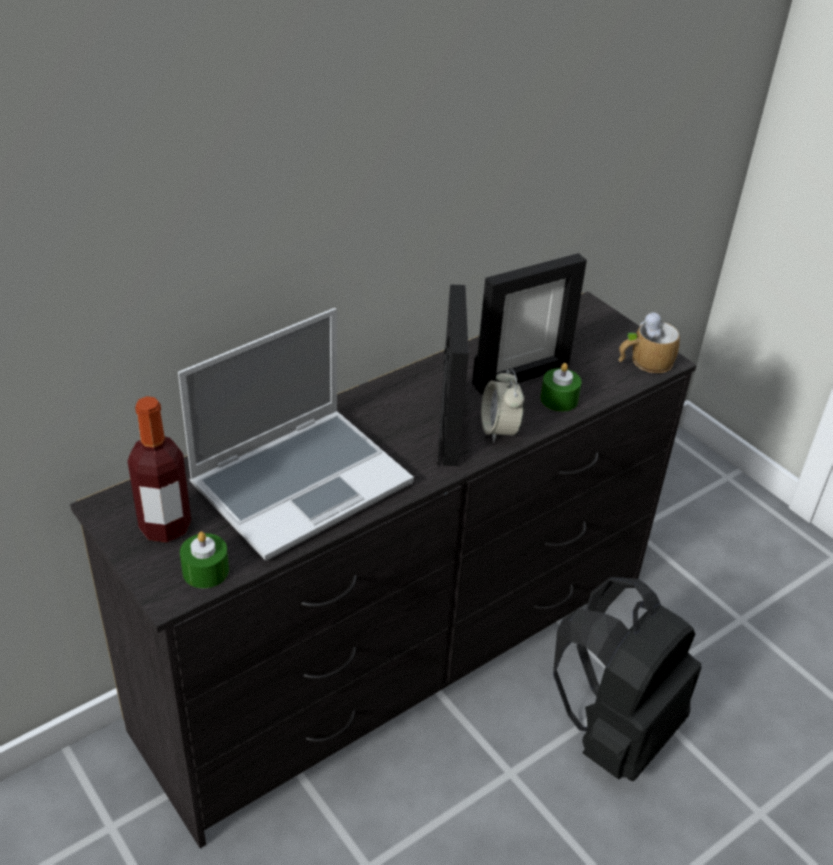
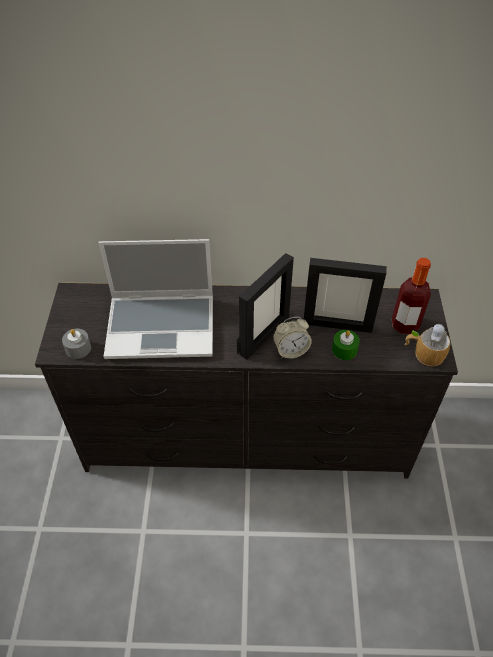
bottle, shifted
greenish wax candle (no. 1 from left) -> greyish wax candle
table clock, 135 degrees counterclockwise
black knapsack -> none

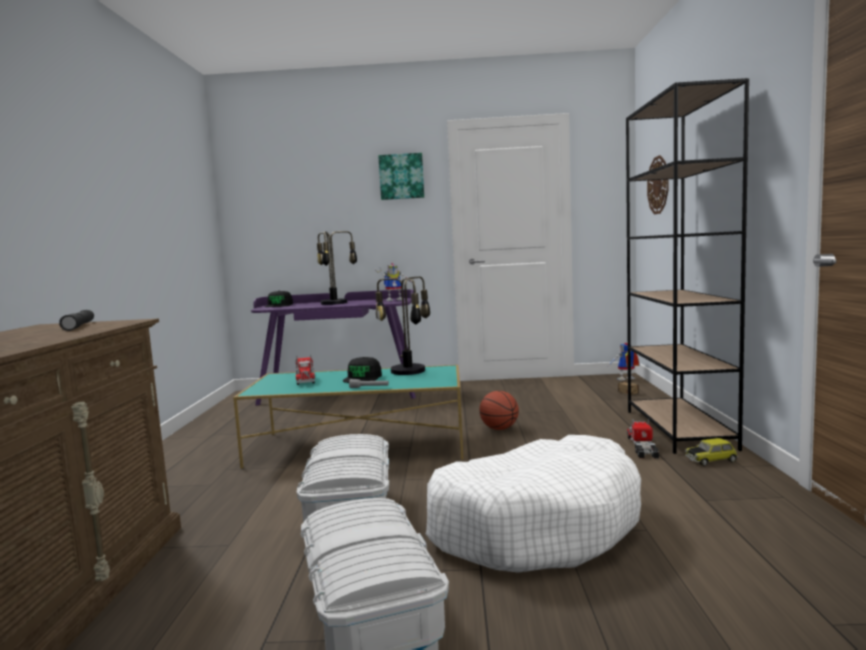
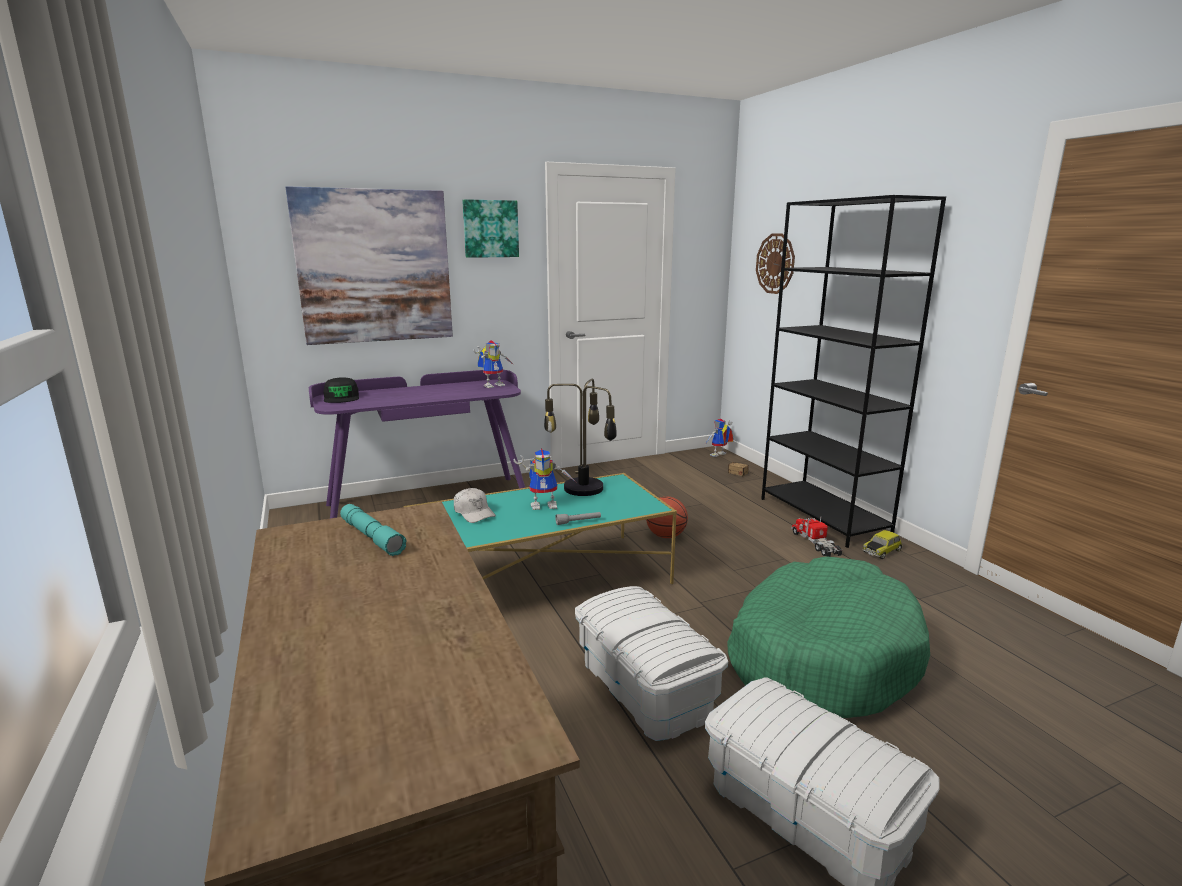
greyish torch (no. 1 from left) -> blue-green torch
toy truck (no. 1 from left) -> whitish baseball cap
tabletop lamp (no. 1 from left) -> none
black baseball cap (no. 2 from left) -> robot figure (no. 2 from left)
whitish dog cushion -> greenish dog cushion
sand-coloured shelving unit -> black shelving unit
none -> wall picture (no. 1 from left)

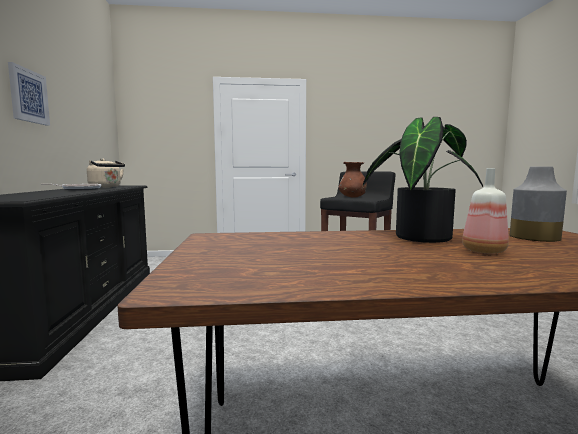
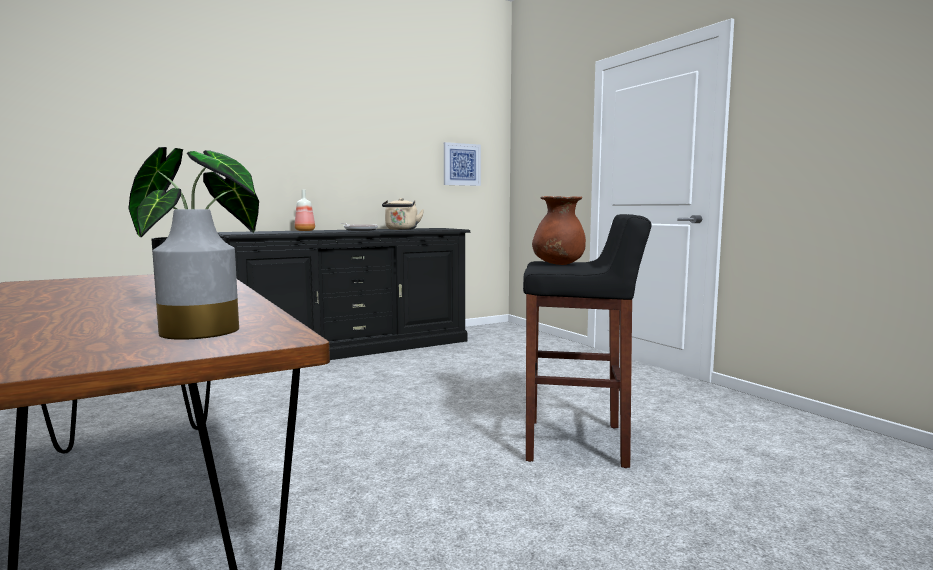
wall picture, shifted
bottle, shifted

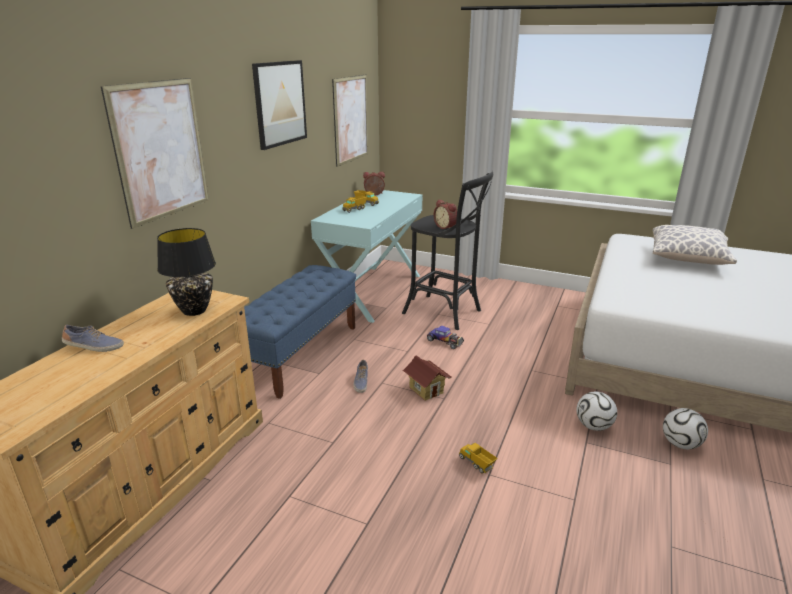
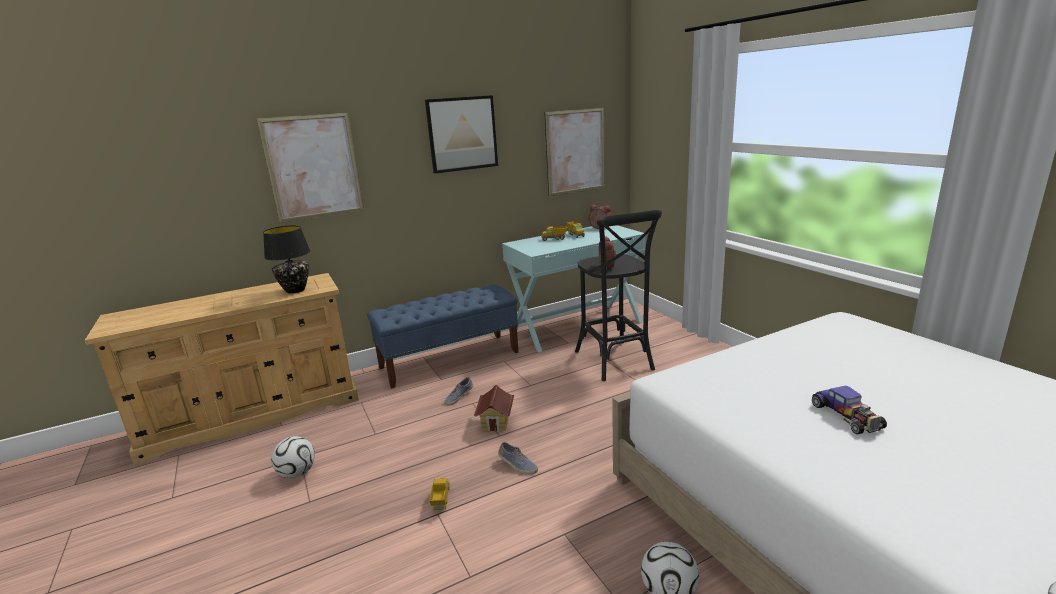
item of footwear (no. 1 from left in the first image) -> item of footwear (no. 2 from left), shifted
toy car, shifted
ball for football (no. 1 from left), shifted
cushion -> none

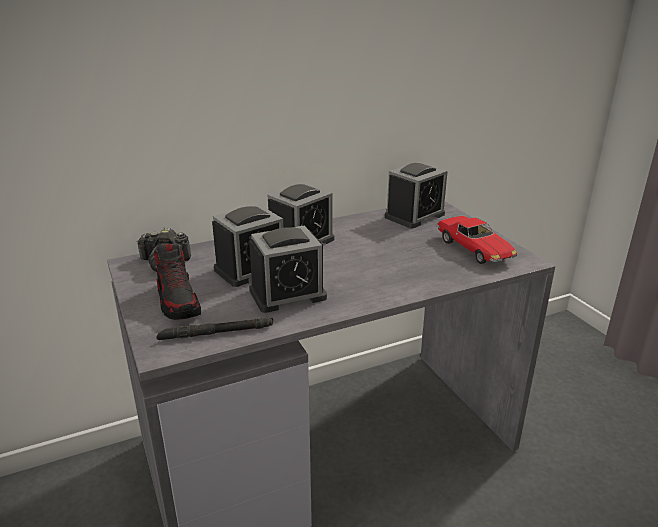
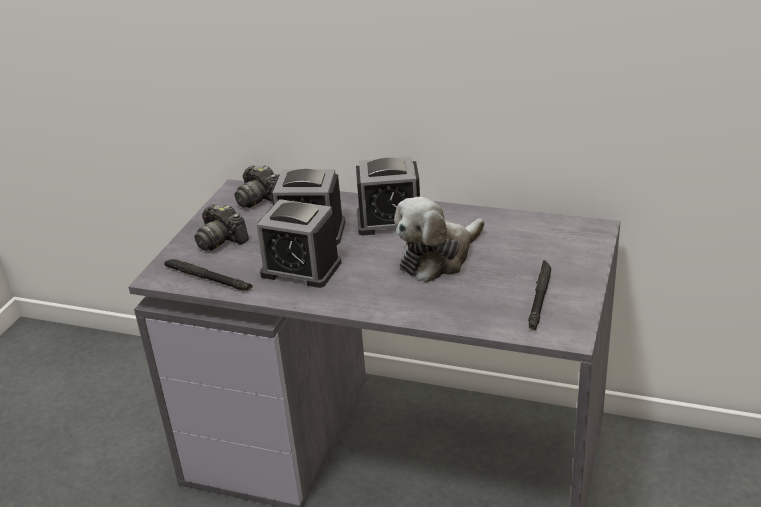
item of footwear -> photo camera (no. 1 from left)
table clock (no. 4 from left) -> none
toy car -> black torch (no. 2 from left)
none -> cuddly toy

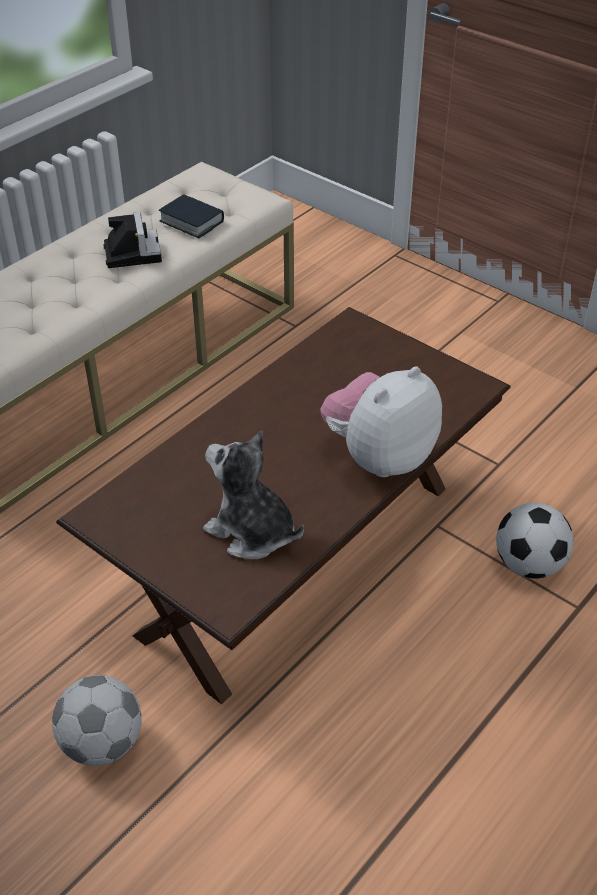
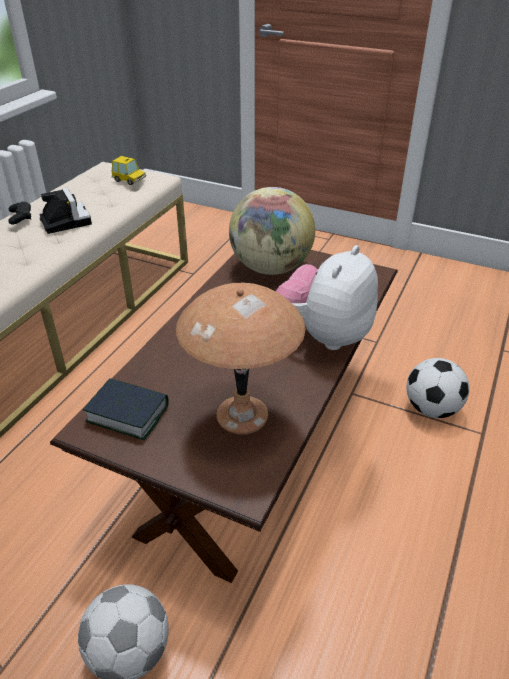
bound book, shifted
cuddly toy (no. 1 from left) -> brown-coloured tabletop lamp
none -> black gamepad
none -> toy car
none -> globe

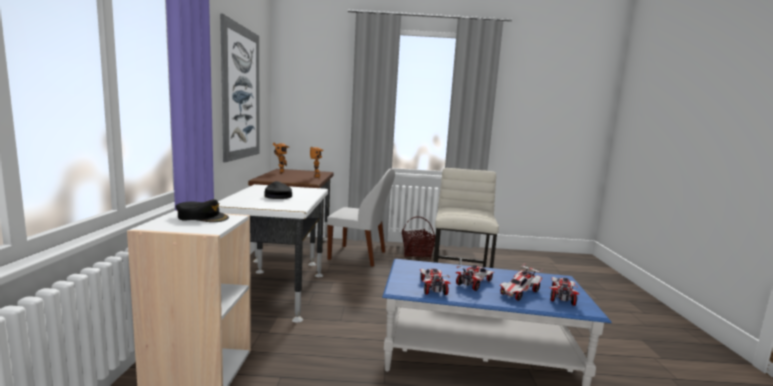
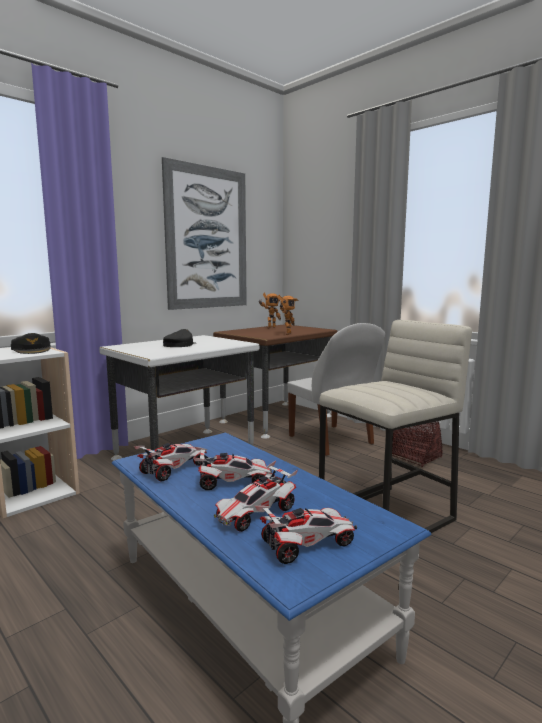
toy car (no. 3 from left), 45 degrees counterclockwise

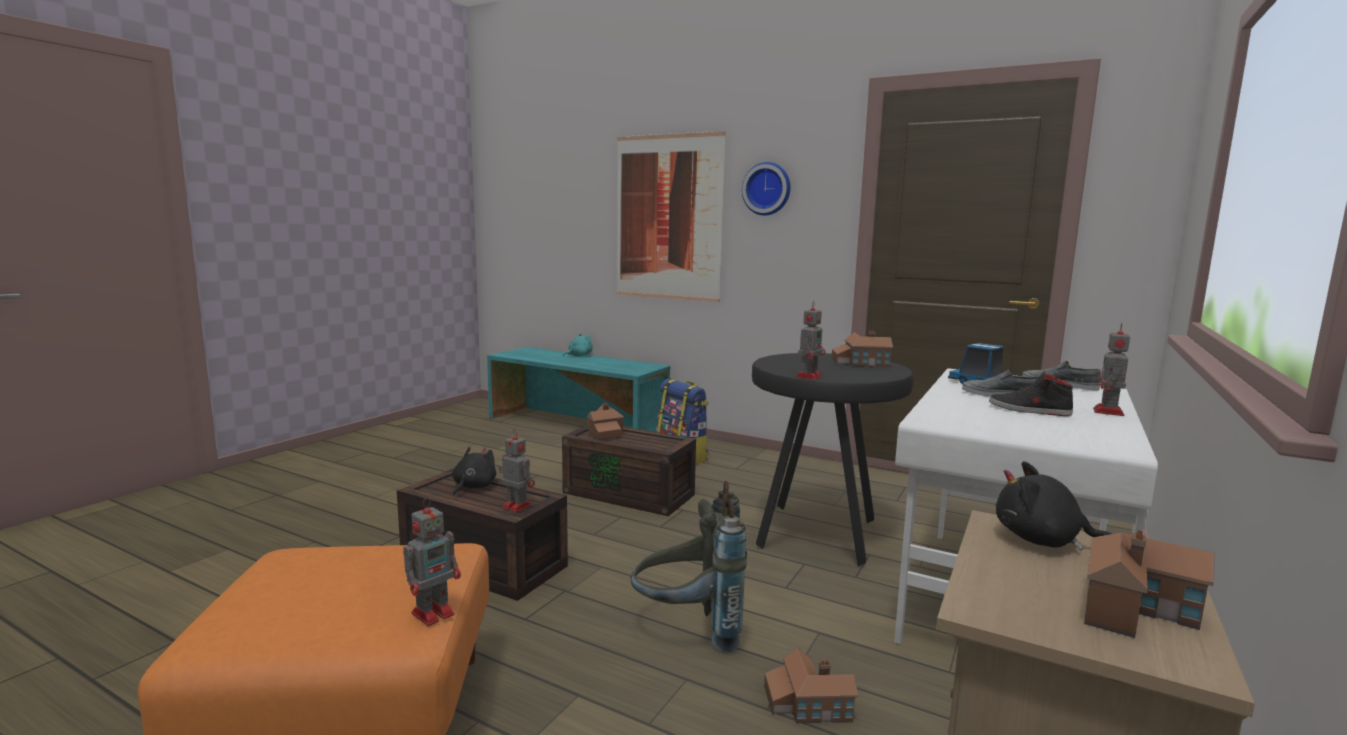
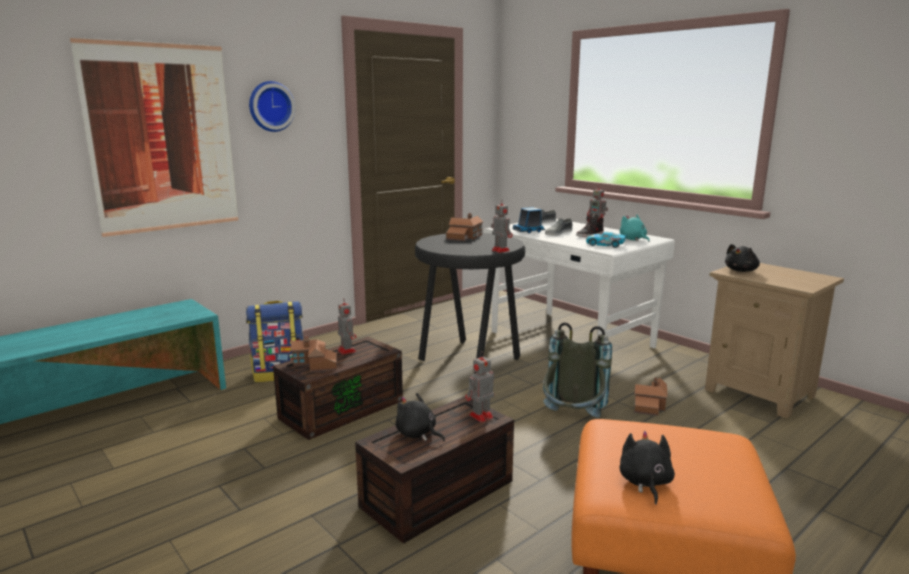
robot figure (no. 1 from left), shifted
blue-green cuddly toy, shifted
miniature house (no. 4 from left) -> none
none -> toy car
none -> black cuddly toy (no. 2 from left)

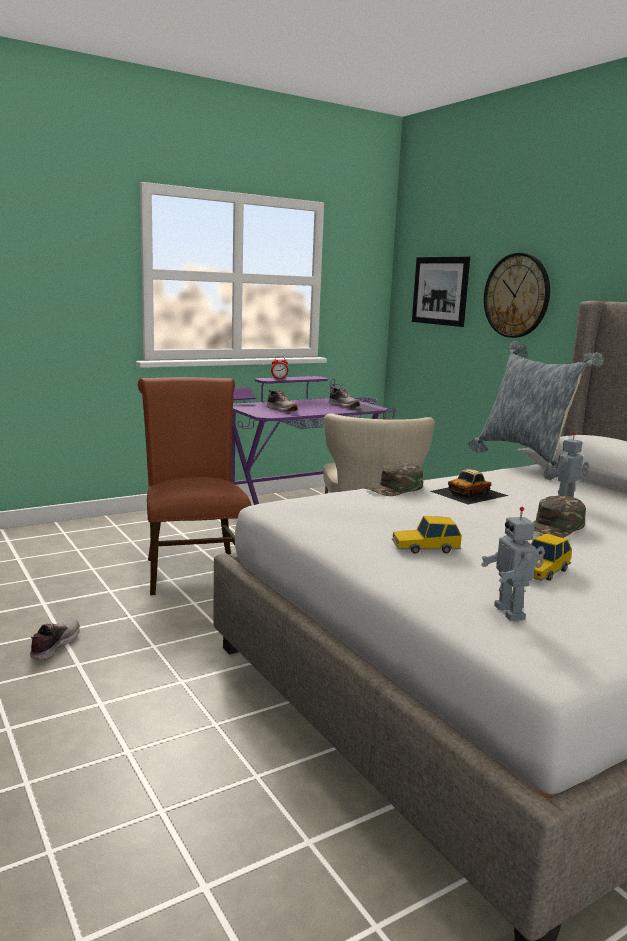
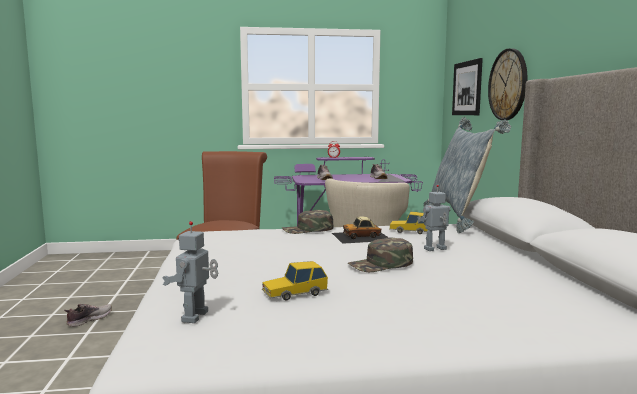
toy car (no. 1 from left in the first image) -> toy car (no. 3 from left), shifted

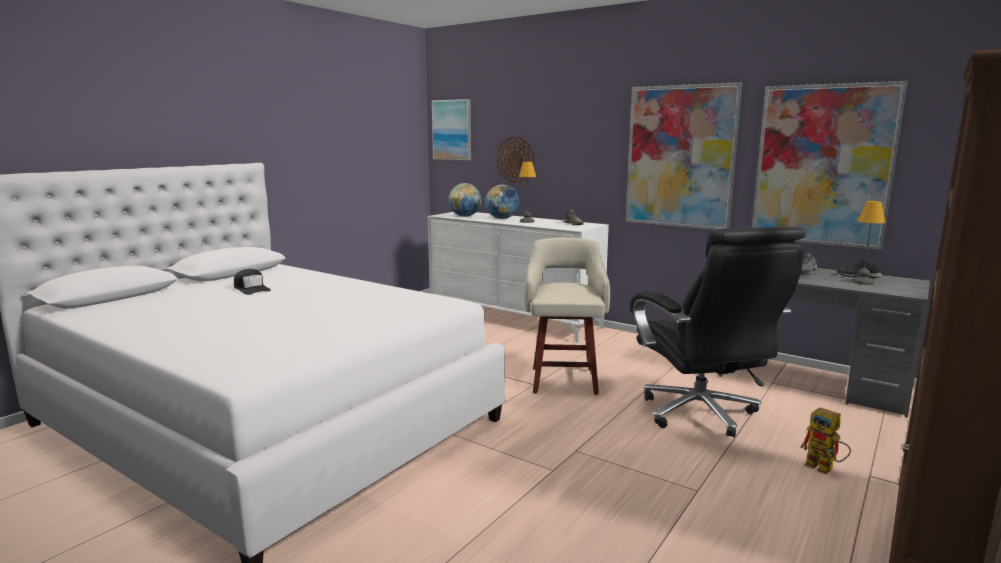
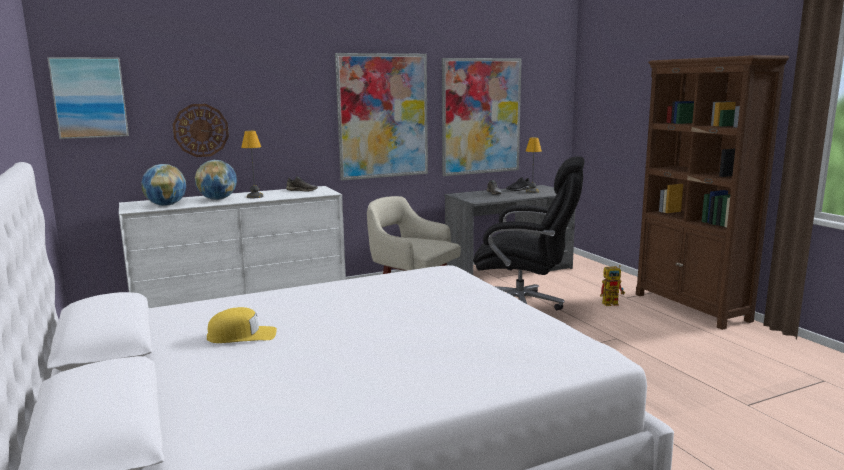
black baseball cap -> yellow-coloured baseball cap

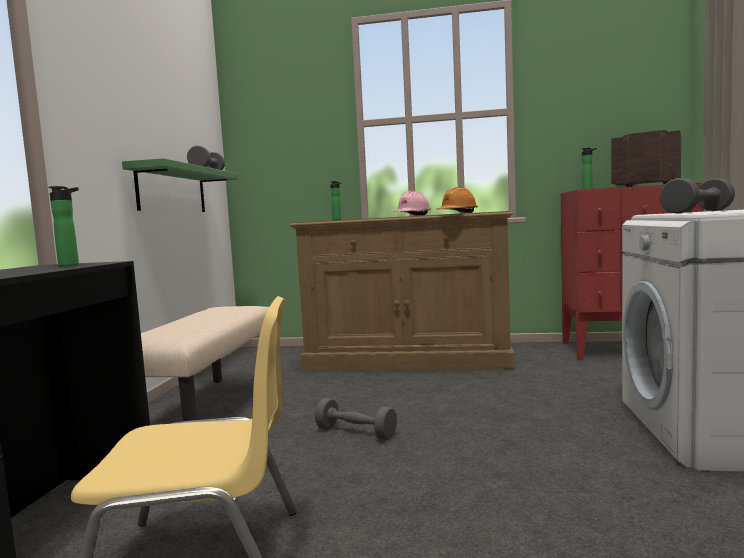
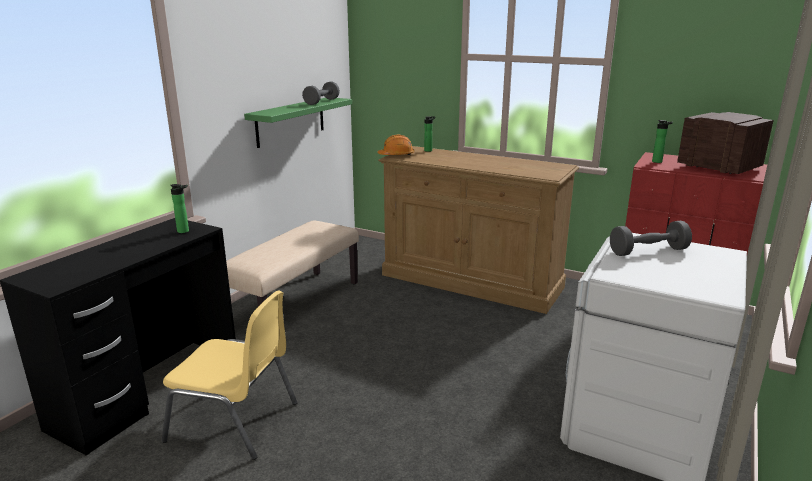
greyish hand weight (no. 2 from left) -> none
pink-coloured safety helmet -> none
orangey safety helmet, shifted

